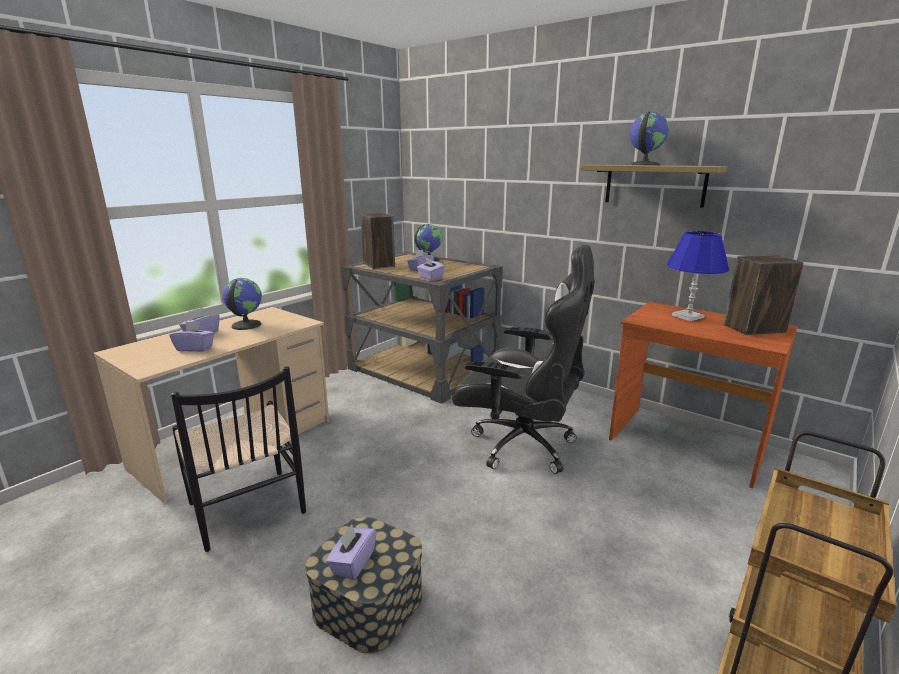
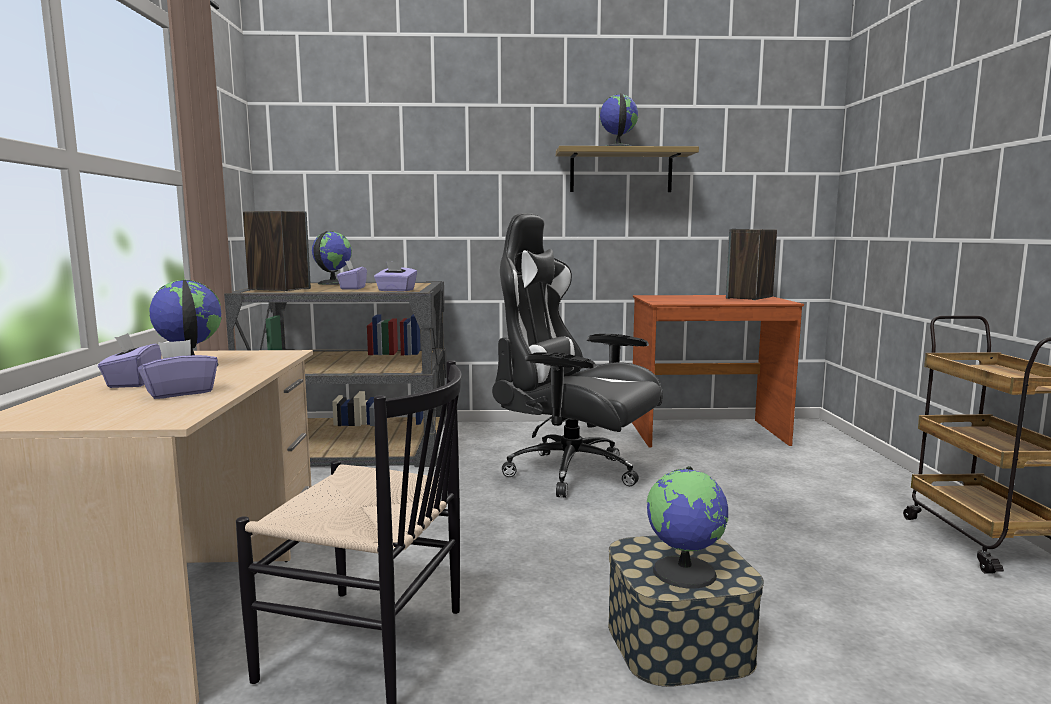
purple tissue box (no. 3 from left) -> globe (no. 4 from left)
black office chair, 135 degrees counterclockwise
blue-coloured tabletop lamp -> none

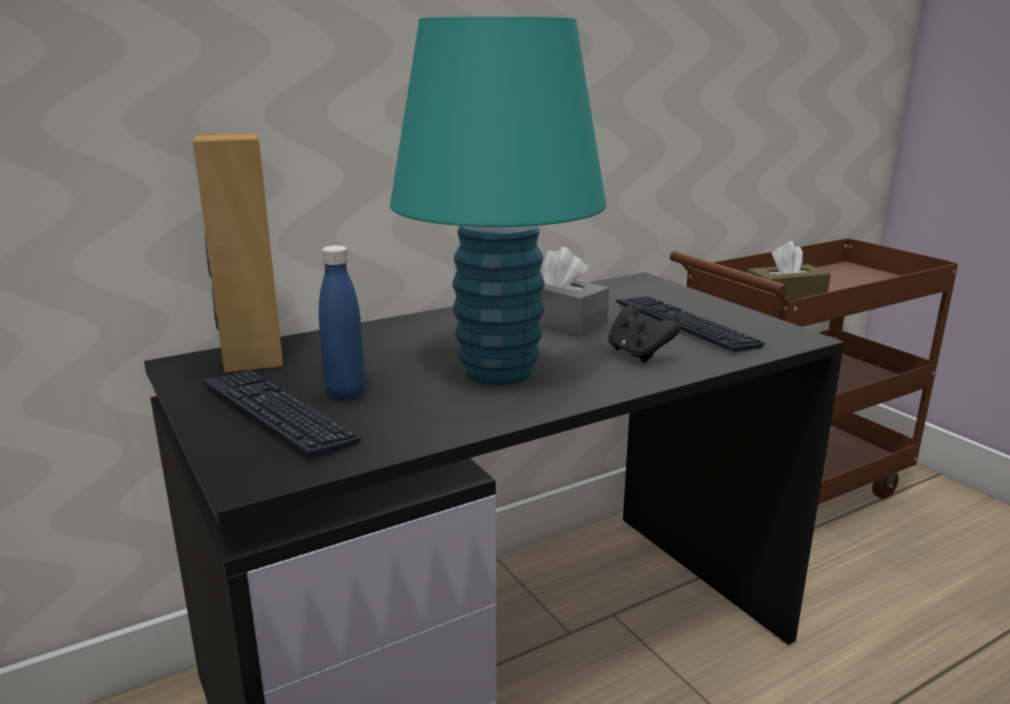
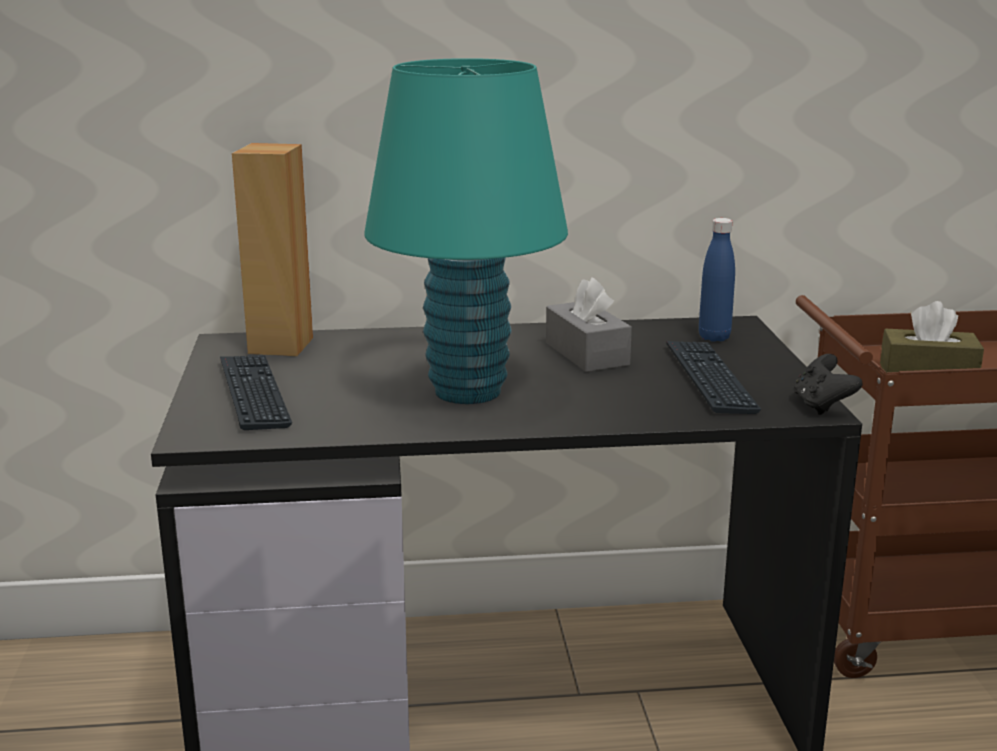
blue-coloured bottle, shifted
black gamepad, shifted

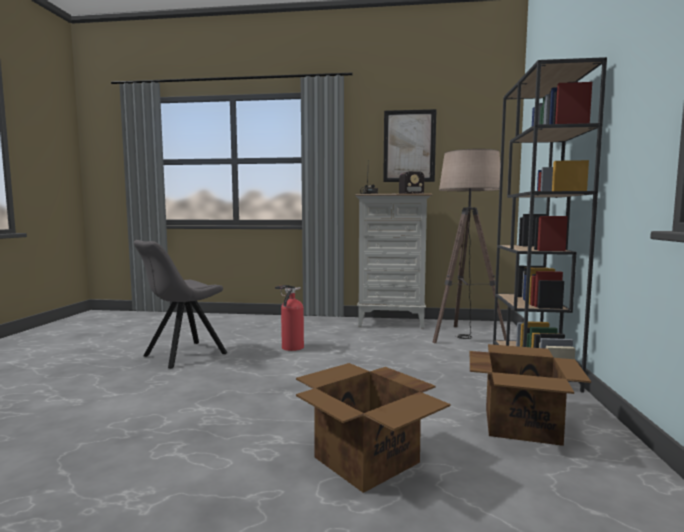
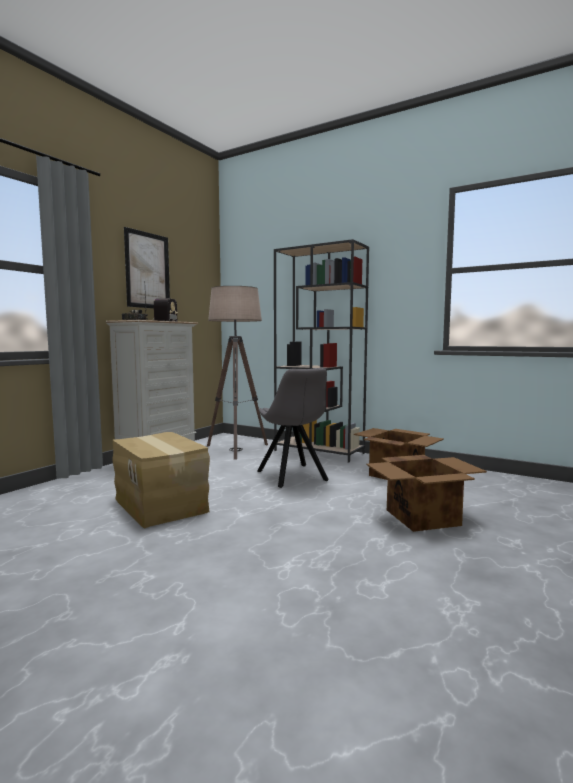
greyish plain chair, shifted
fire extinguisher -> packing box (no. 1 from left)

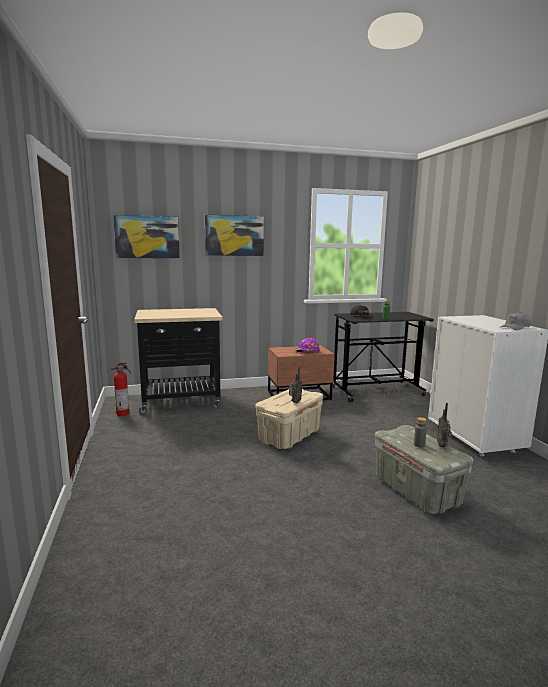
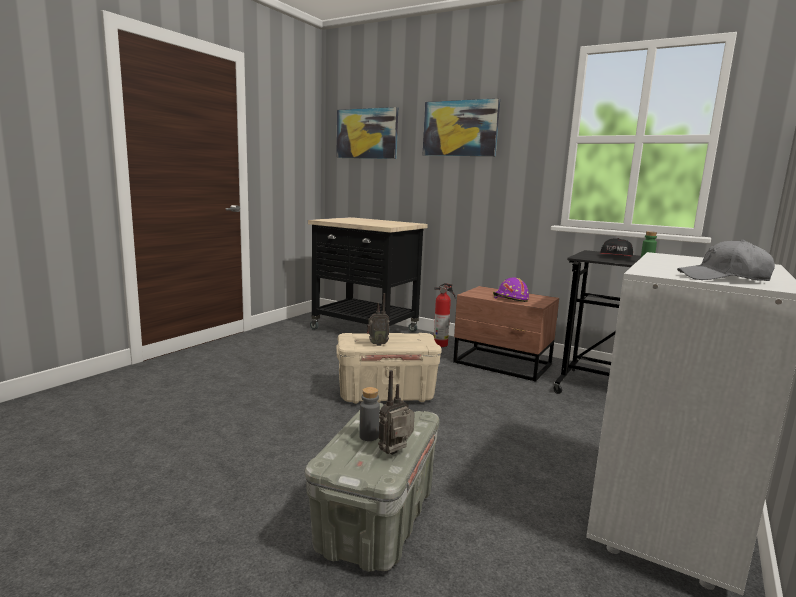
fire extinguisher, shifted

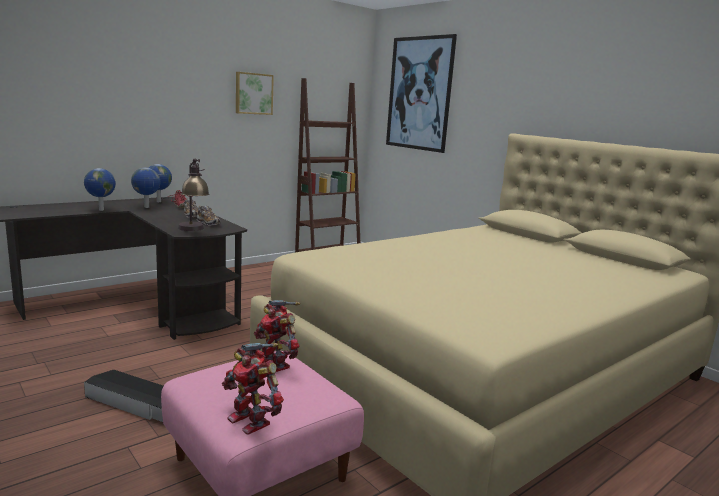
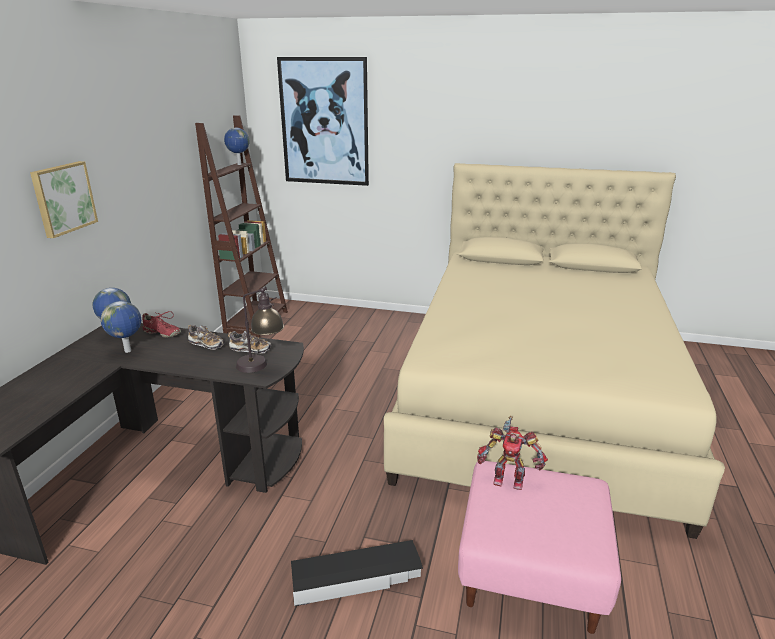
globe (no. 1 from left in the first image) -> globe (no. 3 from left), shifted
robot figure (no. 1 from left) -> none
wall picture (no. 1 from left), shifted

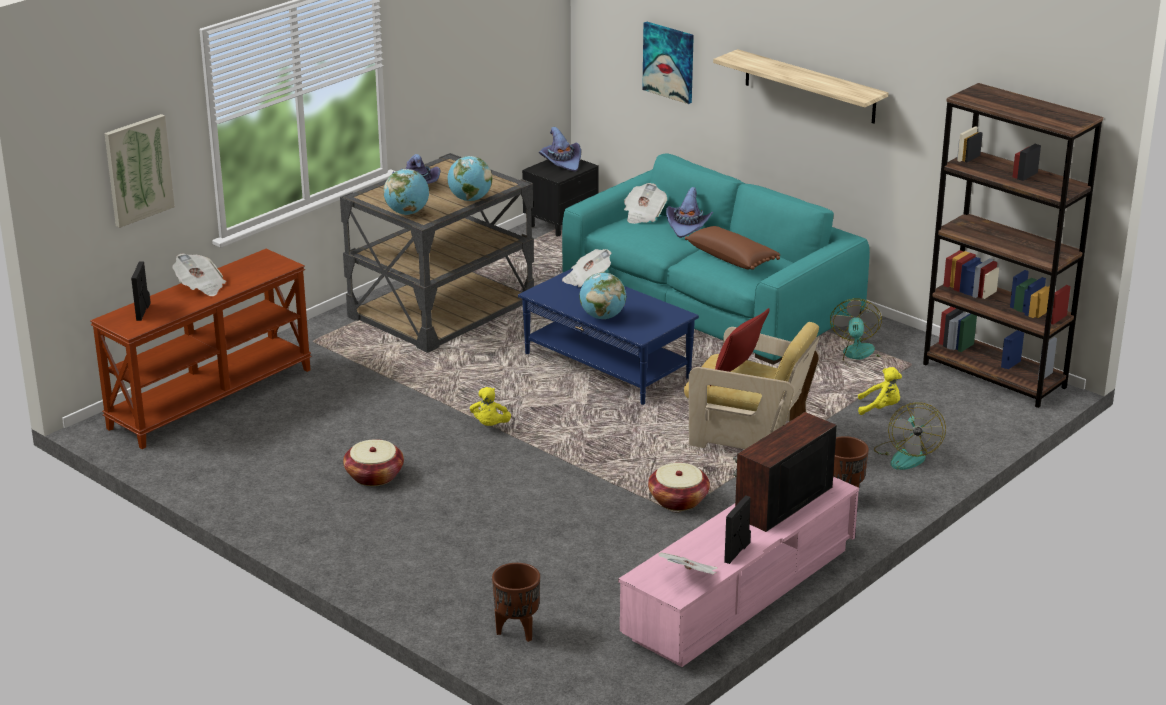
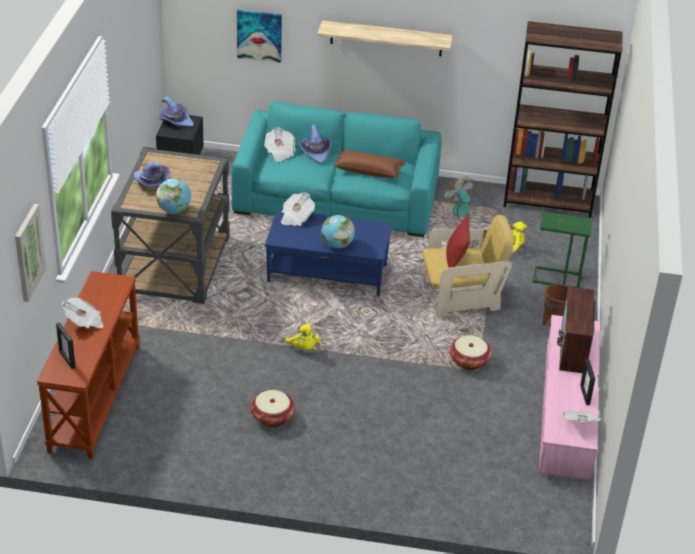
globe (no. 2 from left) -> none
brown-coloured flower pot (no. 1 from left) -> none
cooling fan (no. 2 from left) -> greenish end table

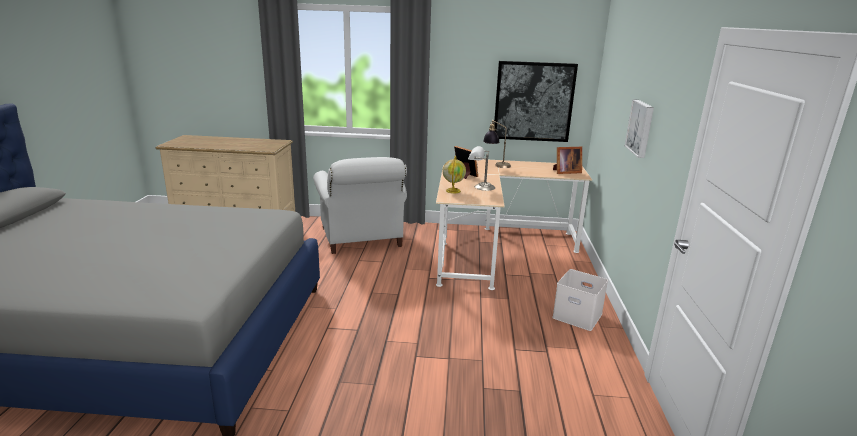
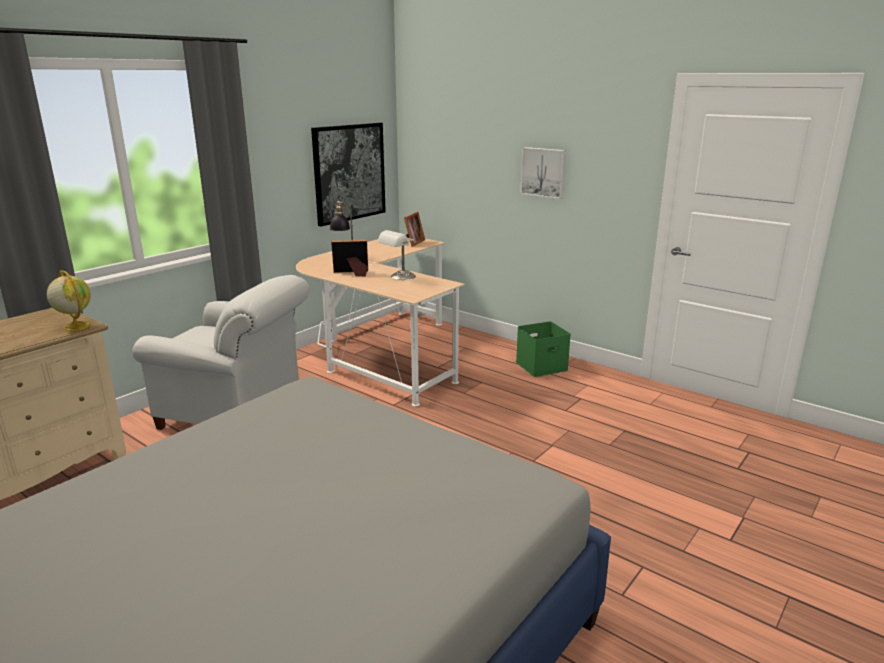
globe, shifted
whitish storage container -> greenish storage container

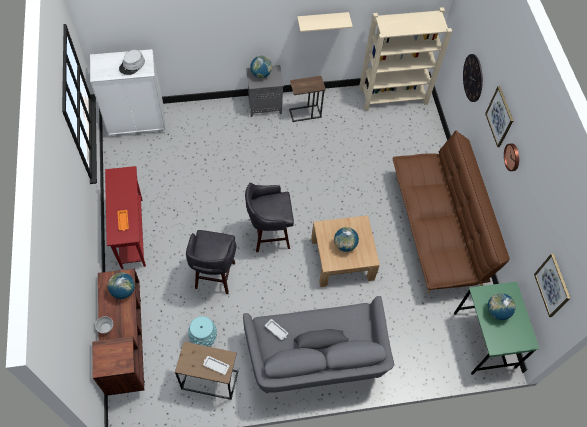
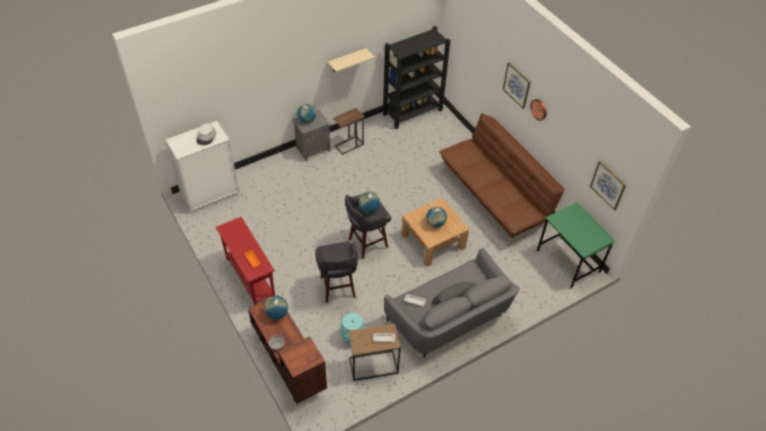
sand-coloured shelving unit -> black shelving unit
hanging clock (no. 1 from left) -> none
globe (no. 4 from left in the first image) -> globe (no. 3 from left), shifted

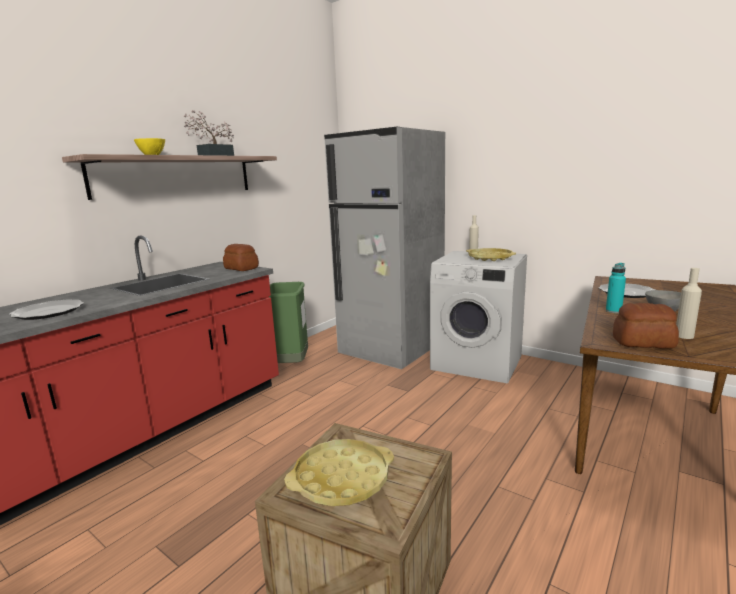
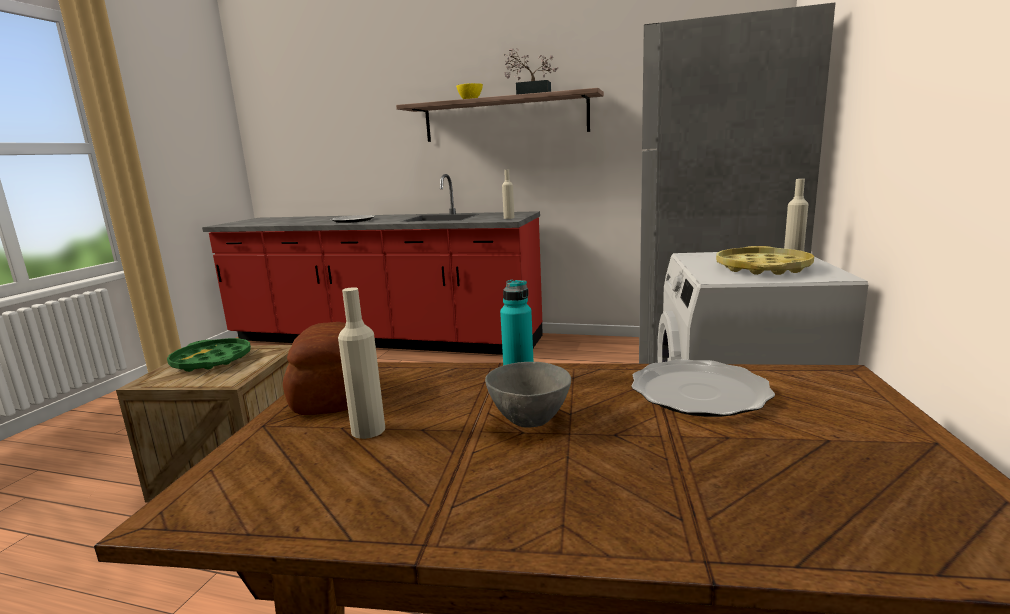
bread (no. 1 from left) -> sand-coloured bottle (no. 2 from left)
greenish waste bin -> none
yellow-coloured serving tray (no. 1 from left) -> greenish serving tray

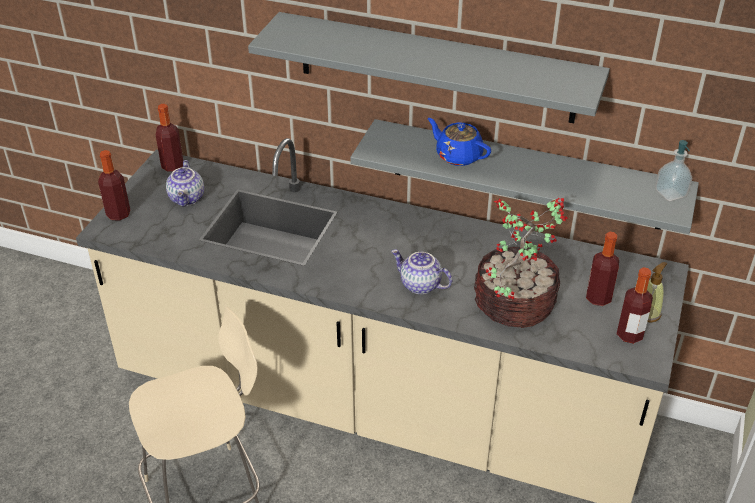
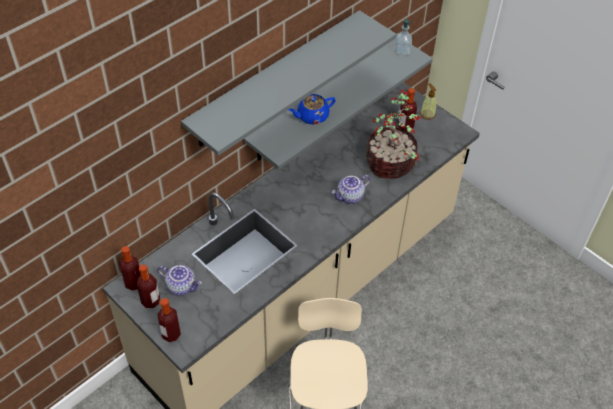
bottle (no. 4 from left in the first image) -> bottle (no. 2 from left), shifted

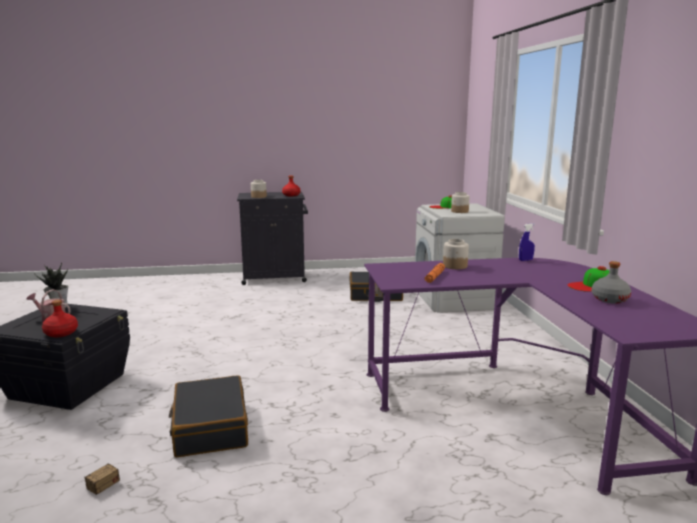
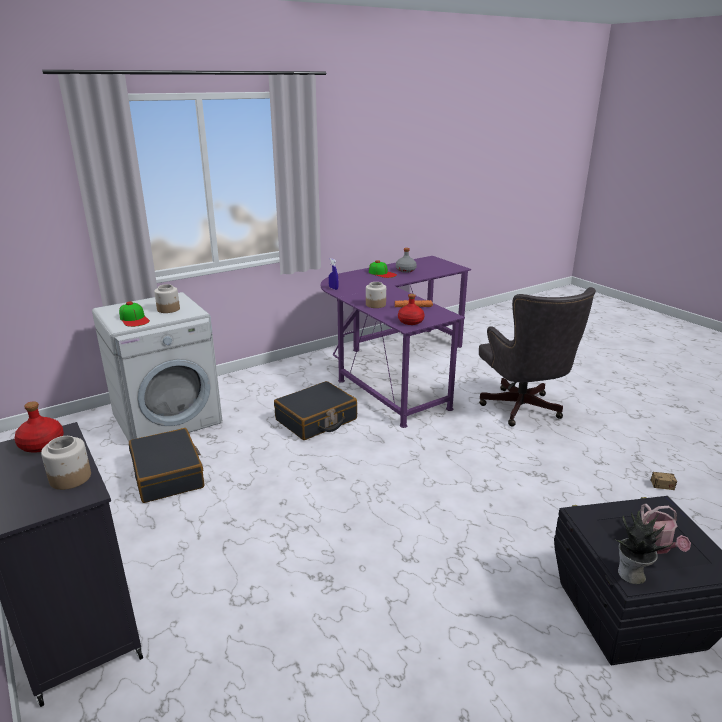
reddish bottle (no. 1 from left in the first image) -> reddish bottle (no. 2 from left), shifted
black piece of luggage (no. 1 from left in the first image) -> black piece of luggage (no. 2 from left), shifted
none -> greyish office chair

